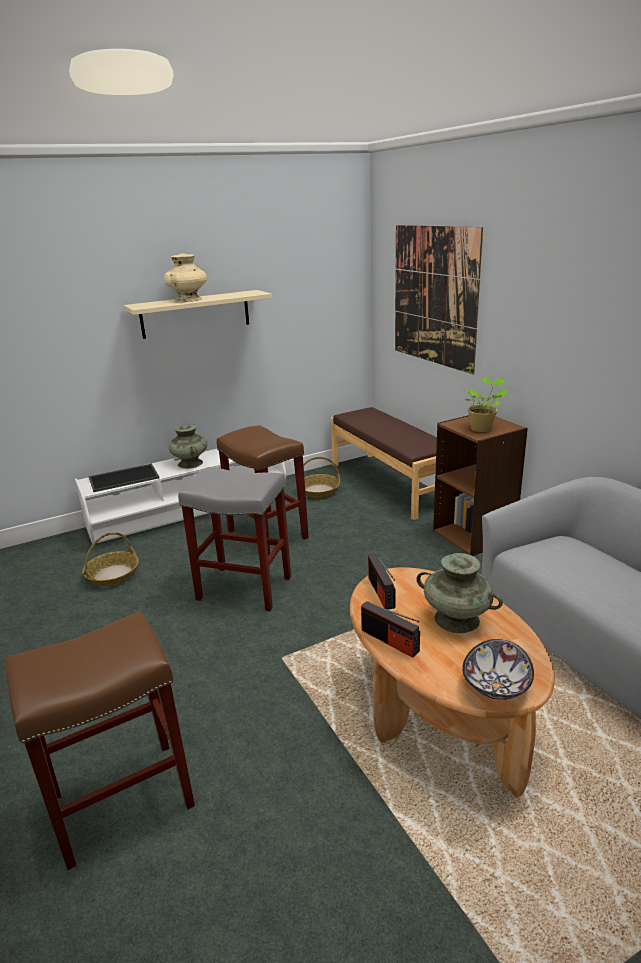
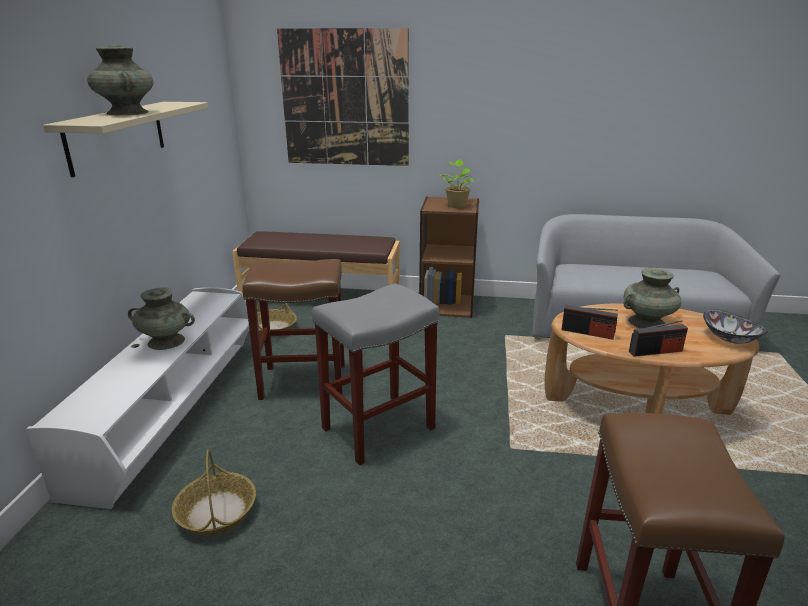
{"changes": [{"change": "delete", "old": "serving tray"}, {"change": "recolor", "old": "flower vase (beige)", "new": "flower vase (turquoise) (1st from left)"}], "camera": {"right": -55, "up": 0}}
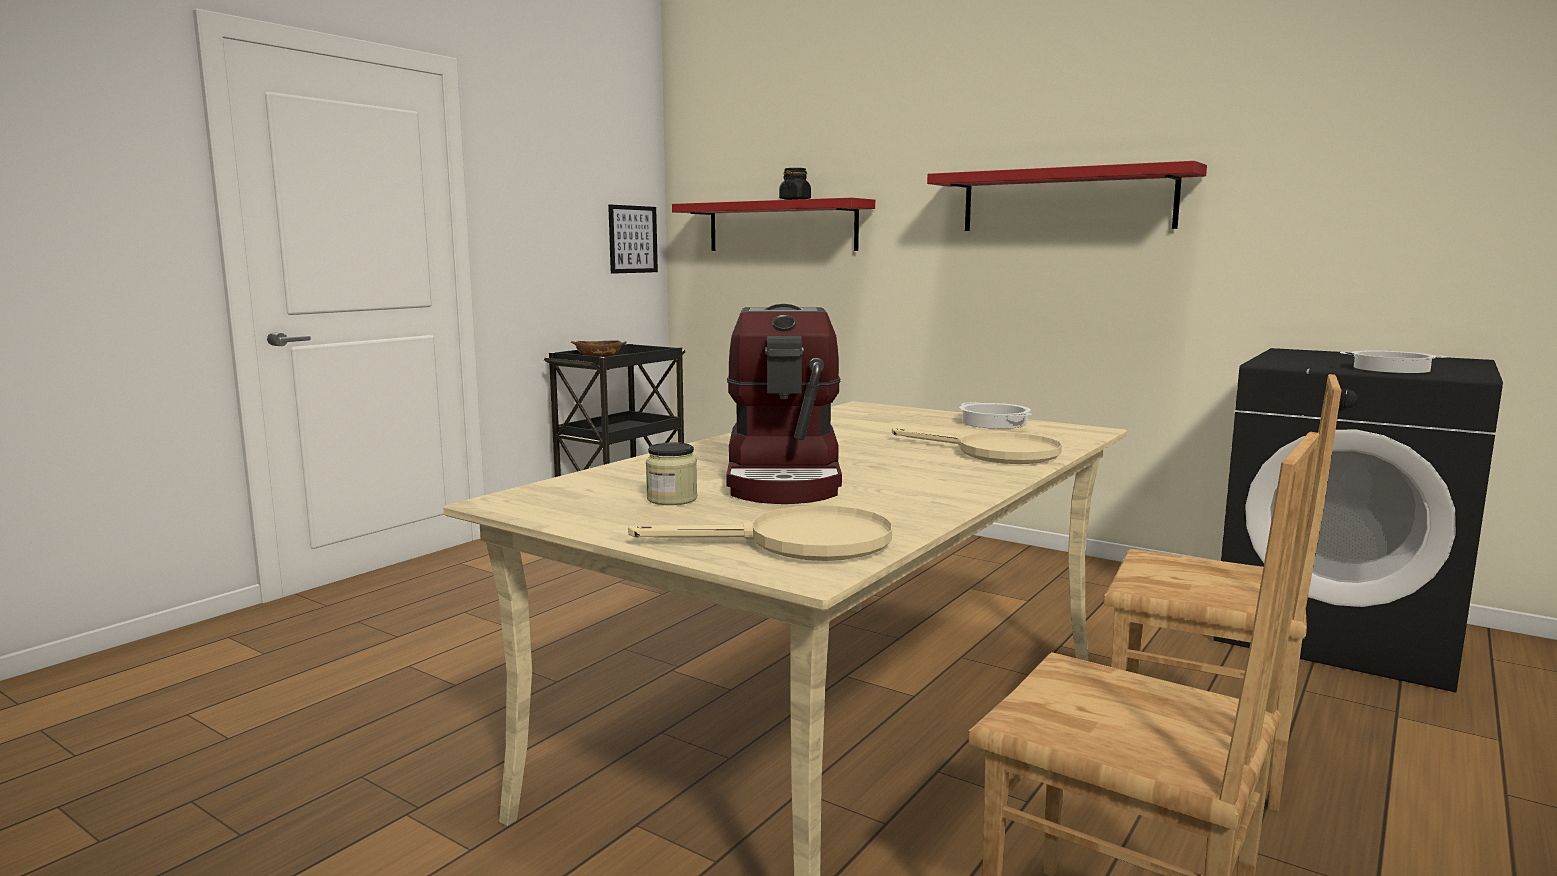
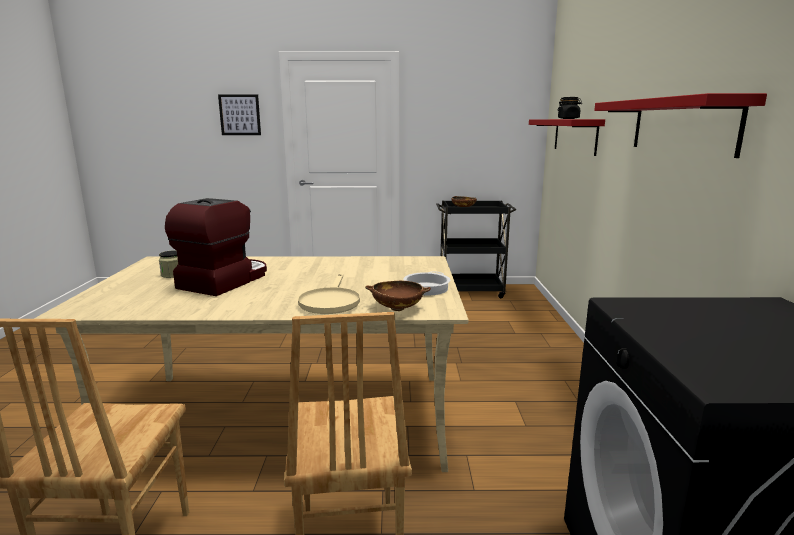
{"changes": [{"change": "move", "old": "wall picture"}, {"change": "delete", "old": "skillet (beige) (1st from left)"}, {"change": "rotate", "old": "coffee machine", "degrees": 150}, {"change": "delete", "old": "cooking pot (2nd from left)"}, {"change": "insert", "new": "deep dish (brown) (1st from left)"}], "camera": {"right": 55, "up": 5}}
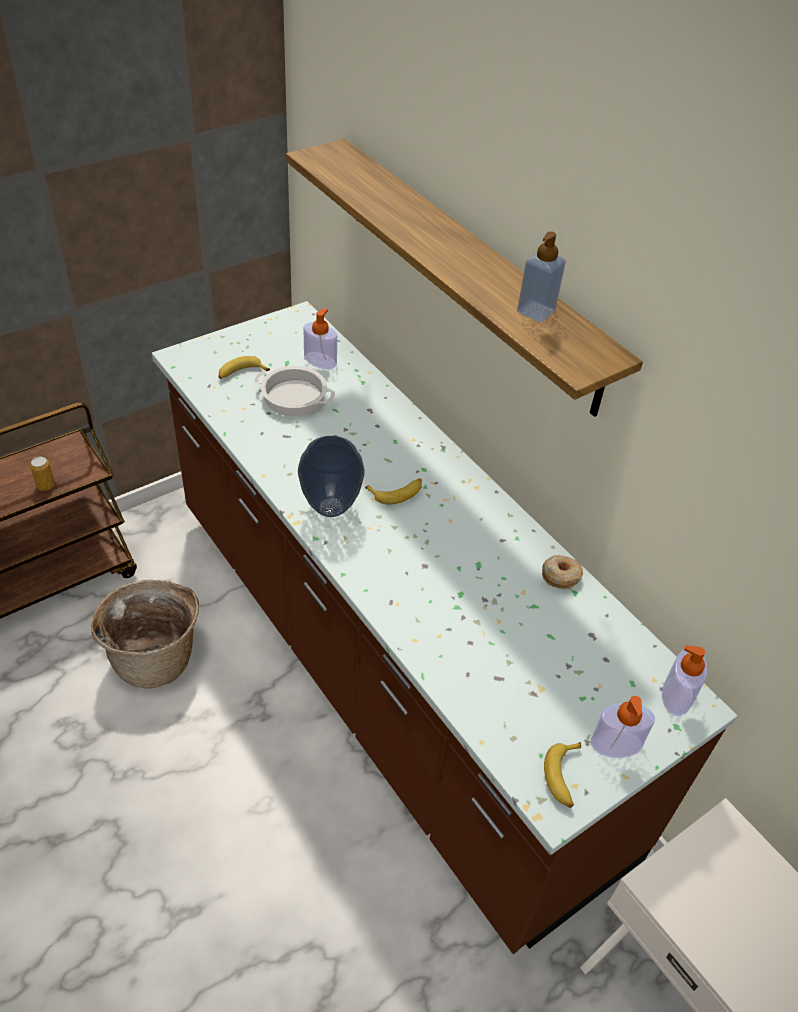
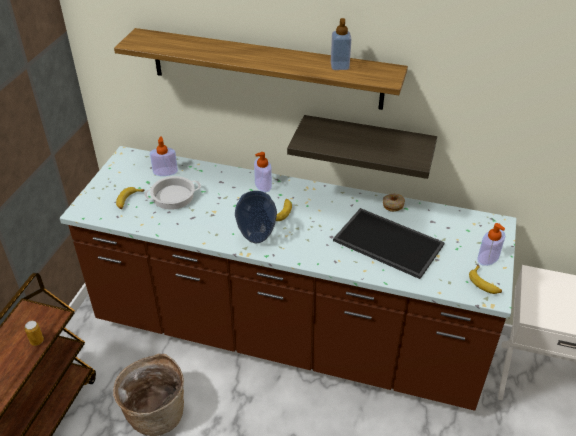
{"changes": [{"change": "move", "old": "soap dispenser (4th from left in the first image)", "new": "soap dispenser (2nd from left)"}, {"change": "insert", "new": "shelf (2nd from left)"}, {"change": "insert", "new": "serving tray"}], "camera": {"right": -35, "up": -5}}
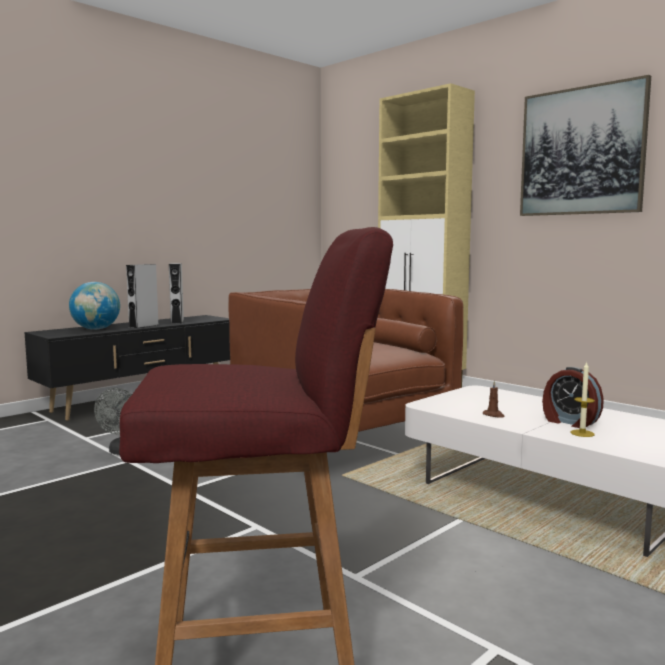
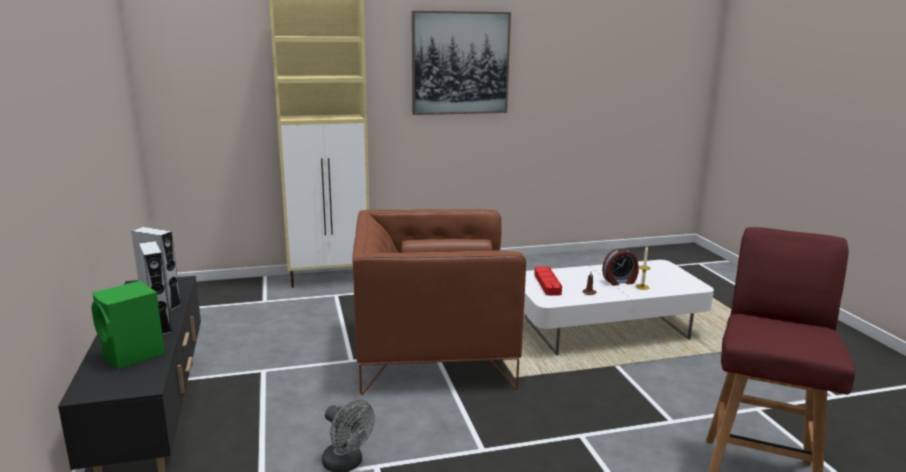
{"changes": [{"change": "replace", "old": "globe", "new": "loudspeaker (green-coloured)"}, {"change": "insert", "new": "serving tray (reddish)"}], "camera": {"right": -60, "up": 10}}
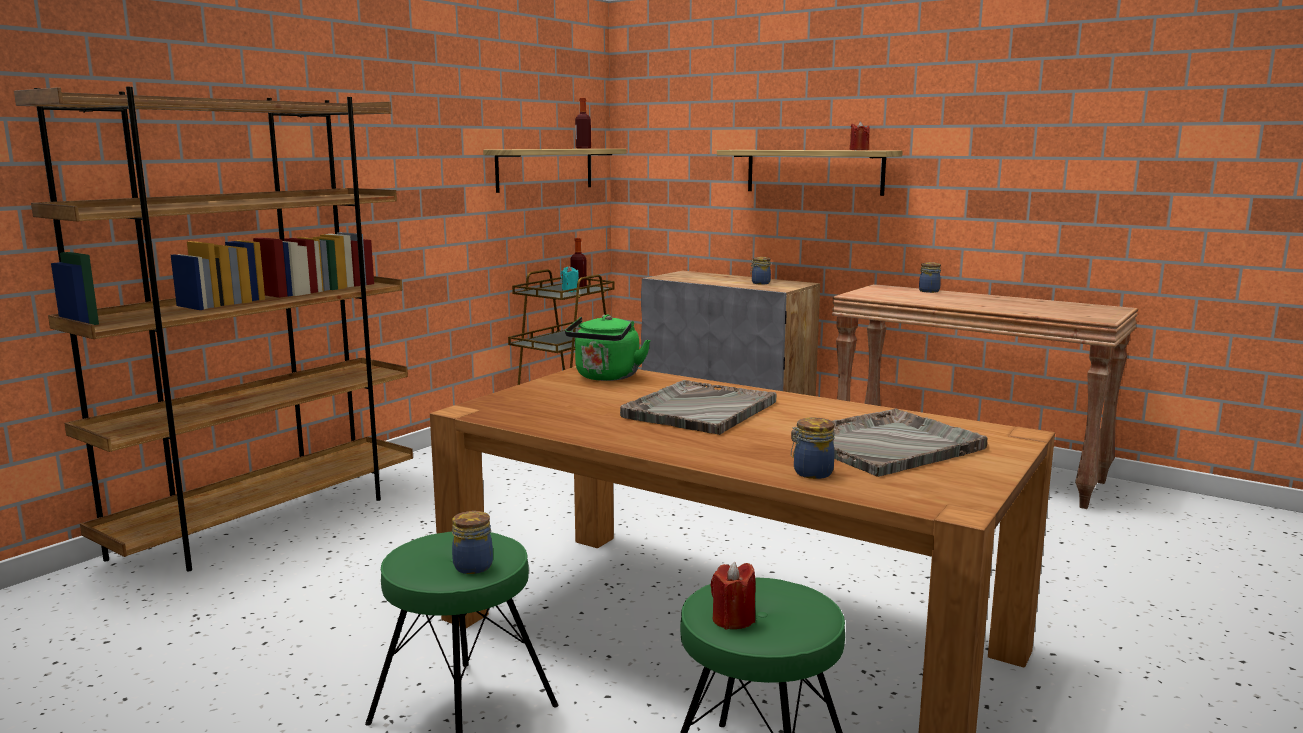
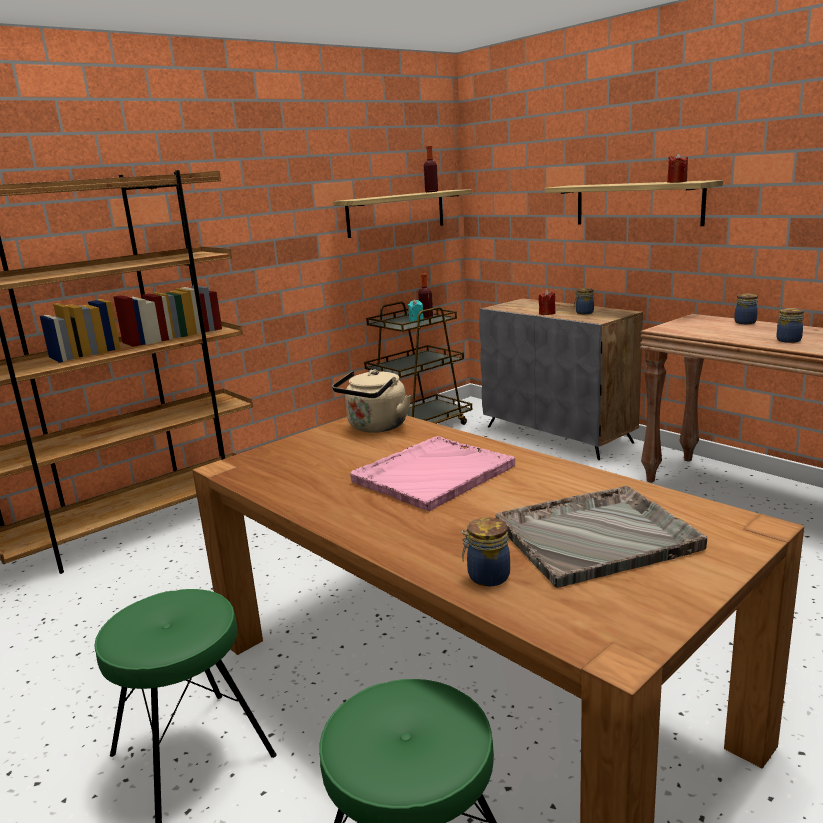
{"changes": [{"change": "move", "old": "storage jar (1st from left in the first image)", "new": "storage jar (4th from left)"}, {"change": "recolor", "old": "kettle (green-coloured)", "new": "kettle (beige)"}, {"change": "recolor", "old": "serving tray (greyish) (1st from left)", "new": "serving tray (pink)"}, {"change": "move", "old": "wax light (reddish) (1st from left)"}], "camera": {"right": 15, "up": 5}}
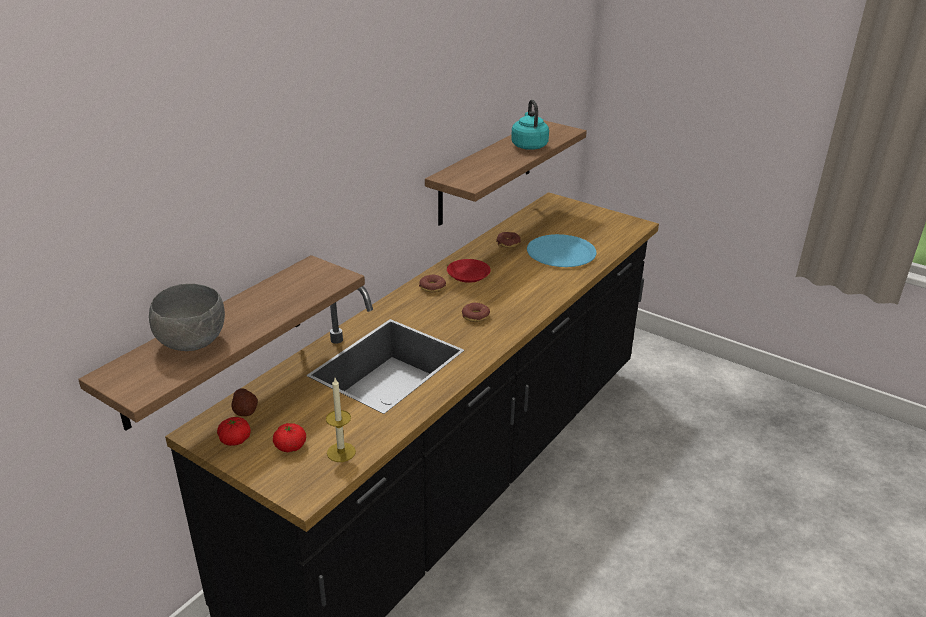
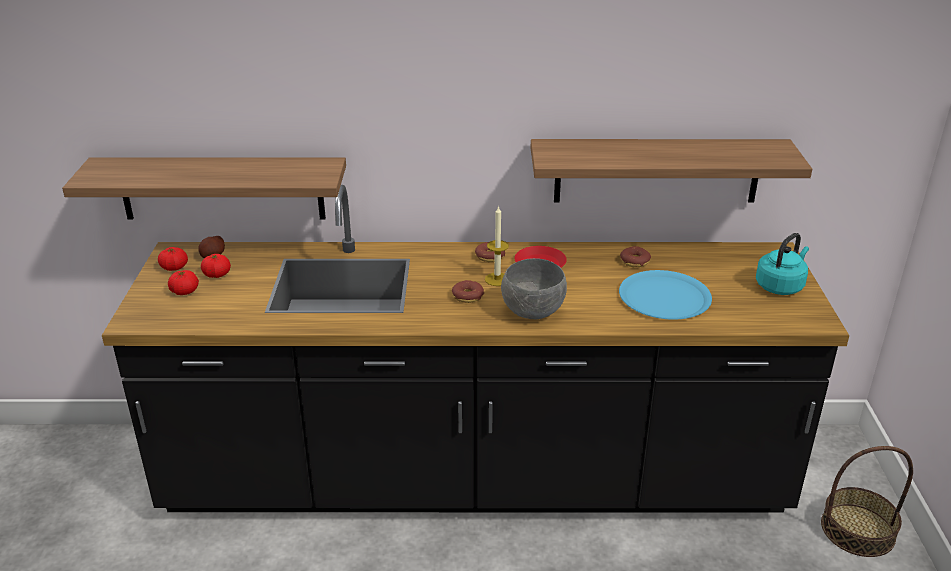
{"changes": [{"change": "move", "old": "deep dish (greyish)"}, {"change": "move", "old": "wax light"}, {"change": "move", "old": "kettle (turquoise)"}, {"change": "insert", "new": "whole tomato (3rd from left)"}, {"change": "insert", "new": "storage basket"}], "camera": {"right": 55, "up": 0}}
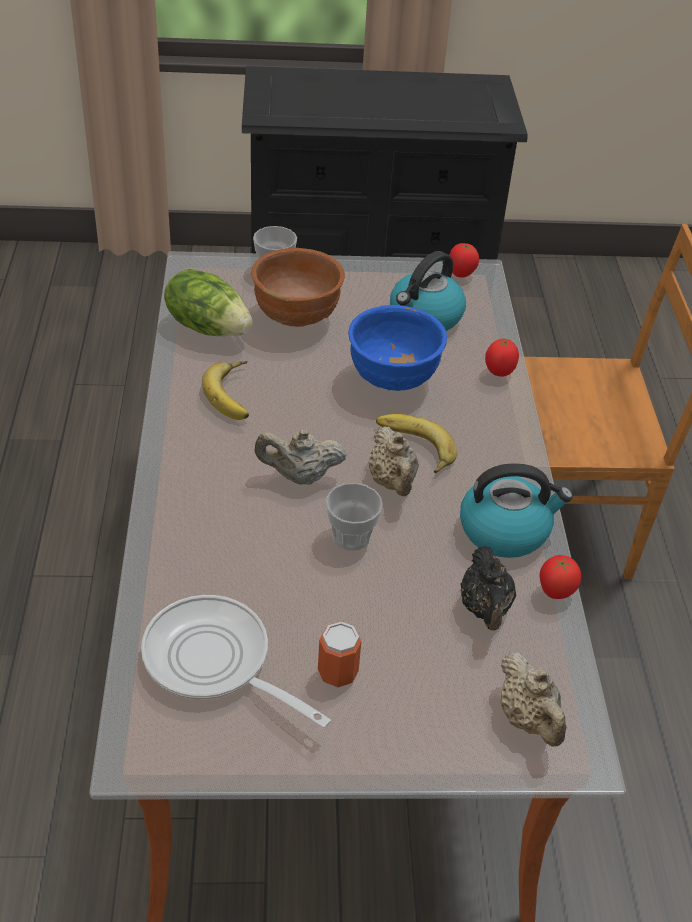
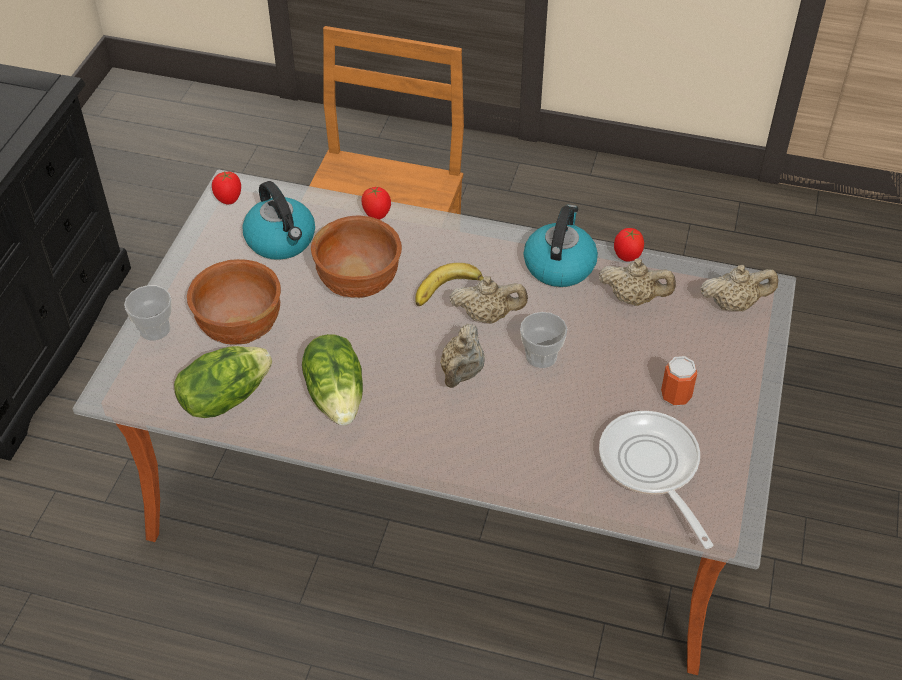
{"changes": [{"change": "rotate", "old": "skillet", "degrees": 105}, {"change": "replace", "old": "banana fruit (1st from left)", "new": "lettuce head (2nd from left)"}, {"change": "recolor", "old": "deep dish (bluish)", "new": "deep dish (brown) (2nd from left)"}, {"change": "recolor", "old": "tea pot (black-coloured)", "new": "tea pot (beige) (3rd from left)"}], "camera": {"right": -70, "up": 5}}
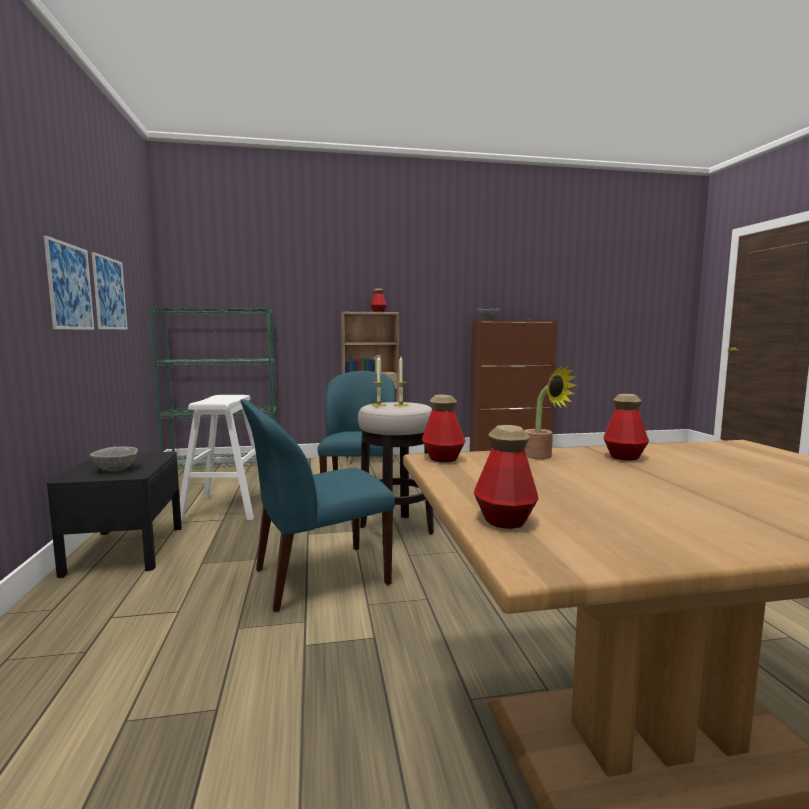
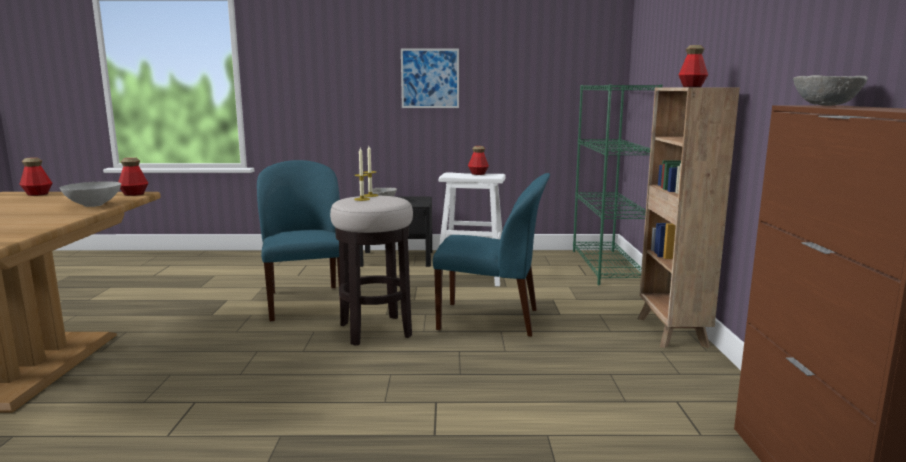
{"changes": [{"change": "delete", "old": "wall picture (2nd from left)"}, {"change": "replace", "old": "plant in a pot", "new": "deep dish (greyish) (1st from left)"}, {"change": "move", "old": "bottle (4th from left in the first image)", "new": "bottle (3rd from left)"}], "camera": {"right": 100, "up": 5}}
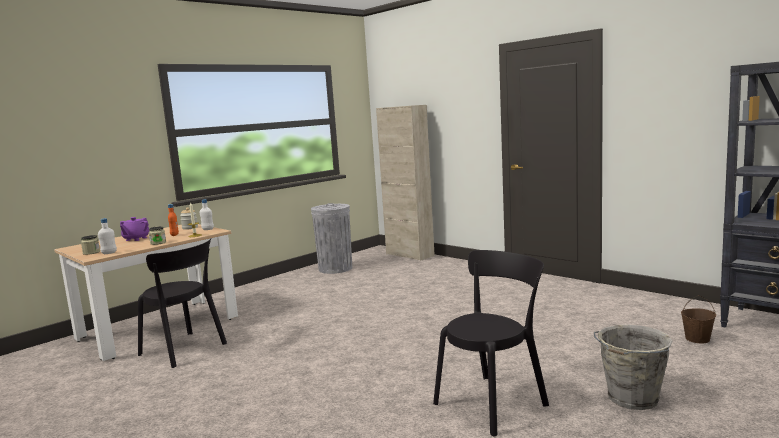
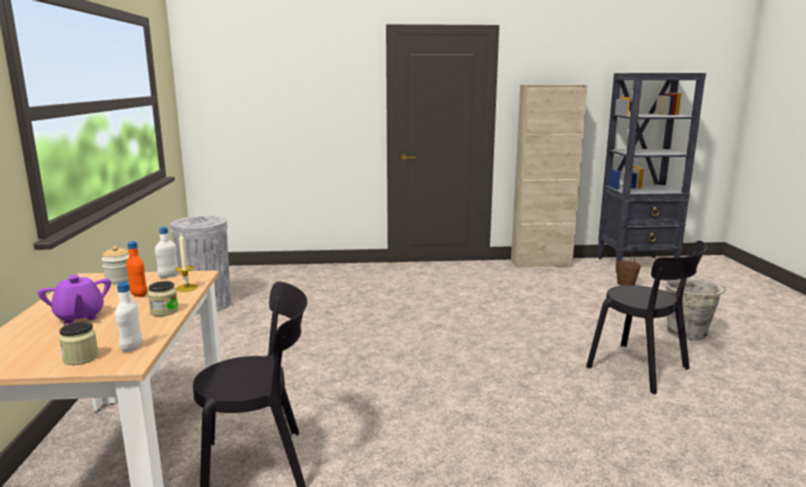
{"changes": [{"change": "move", "old": "storage cabinet (beige)"}, {"change": "rotate", "old": "plain chair (black-coloured) (2nd from left)", "degrees": 135}], "camera": {"right": -50, "up": 5}}
